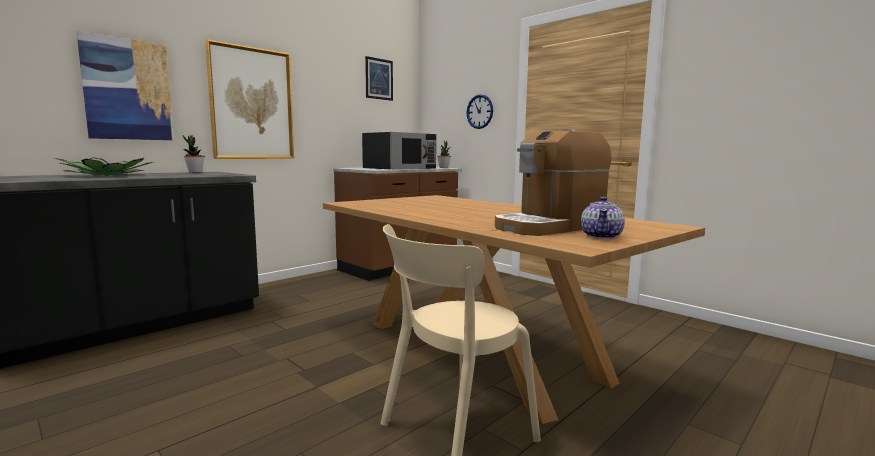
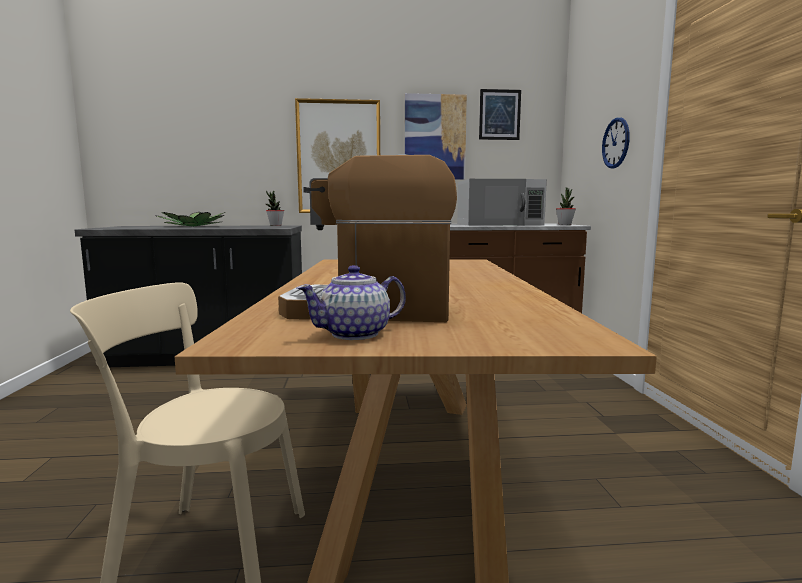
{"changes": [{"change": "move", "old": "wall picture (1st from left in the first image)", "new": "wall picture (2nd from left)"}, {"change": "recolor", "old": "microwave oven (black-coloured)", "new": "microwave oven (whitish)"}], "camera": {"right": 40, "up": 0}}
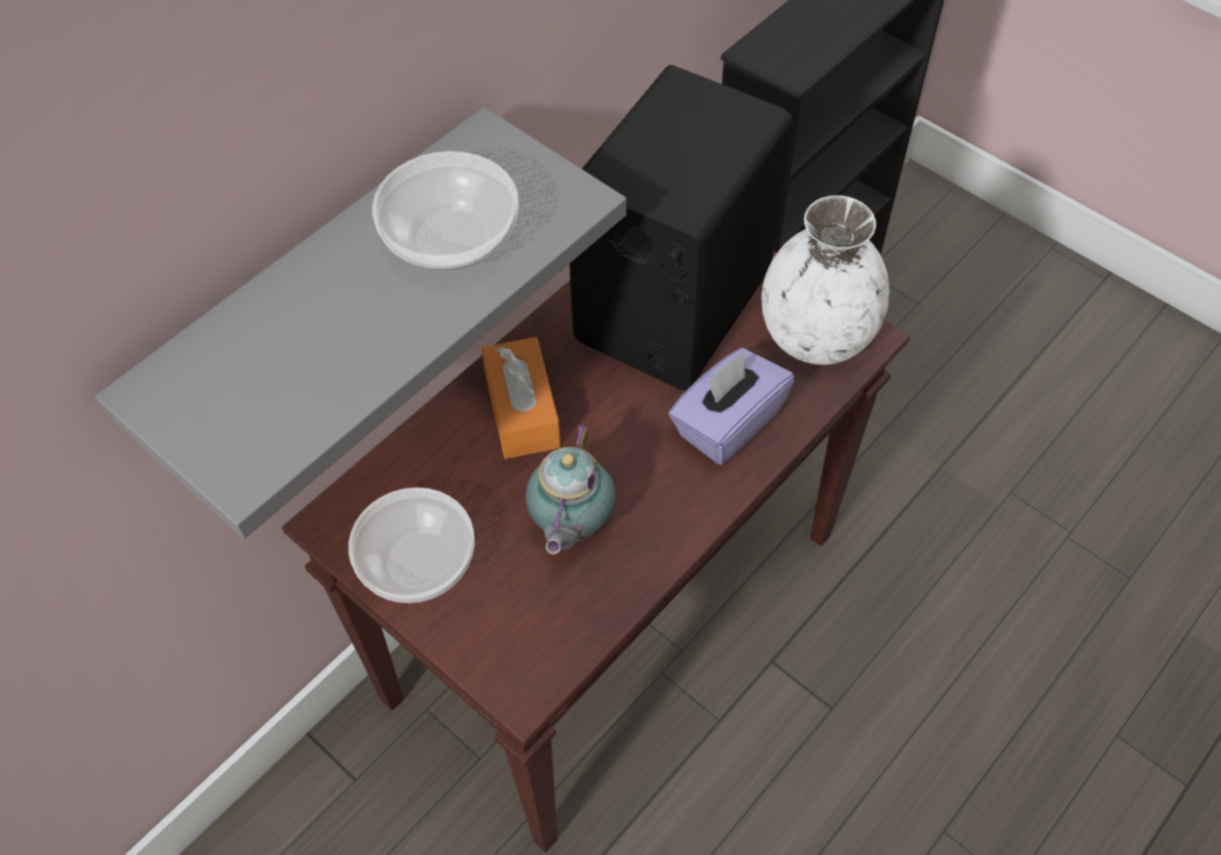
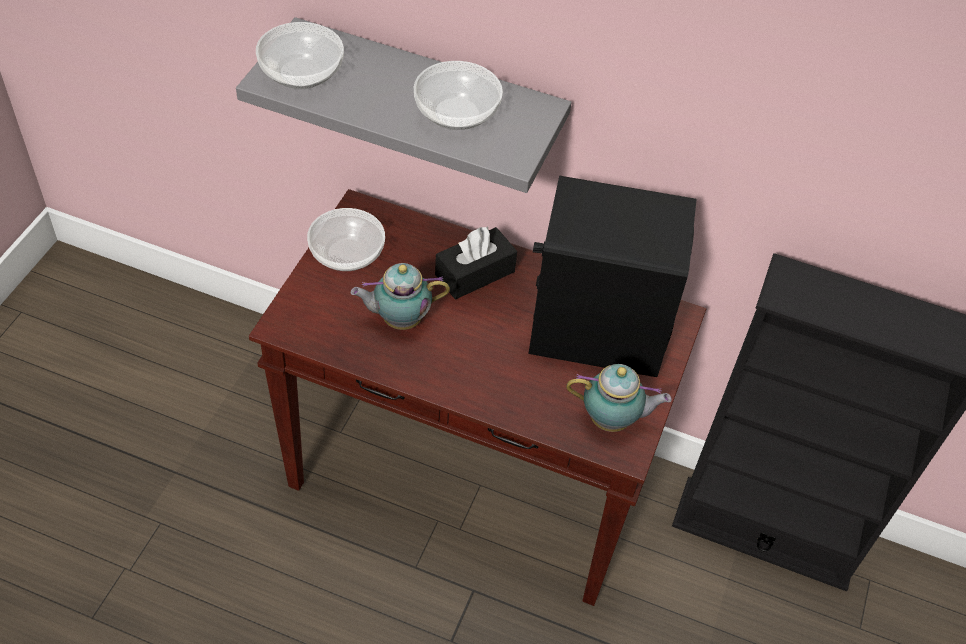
{"changes": [{"change": "recolor", "old": "tissue holder (orange)", "new": "tissue holder (black-coloured)"}, {"change": "delete", "old": "tissue holder (purple)"}, {"change": "replace", "old": "flower vase (whitish)", "new": "tea pot (2nd from left)"}, {"change": "insert", "new": "deep dish (1st from left)"}], "camera": {"right": 65, "up": -5}}
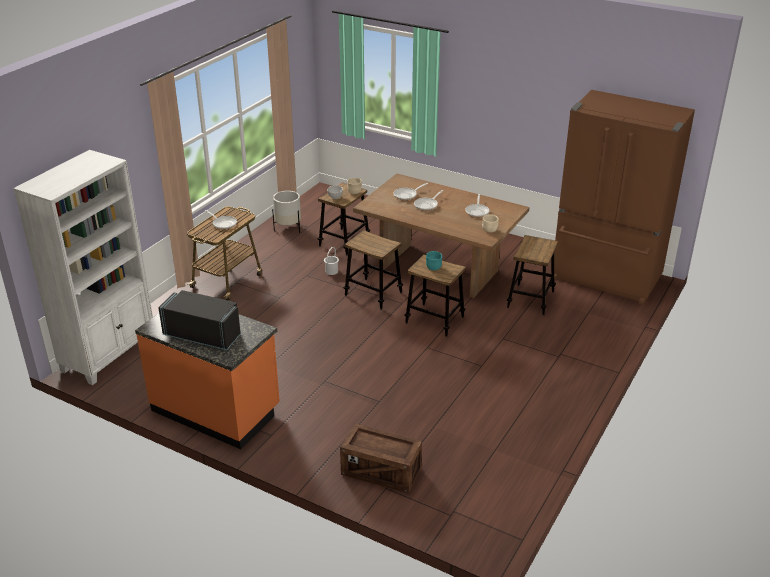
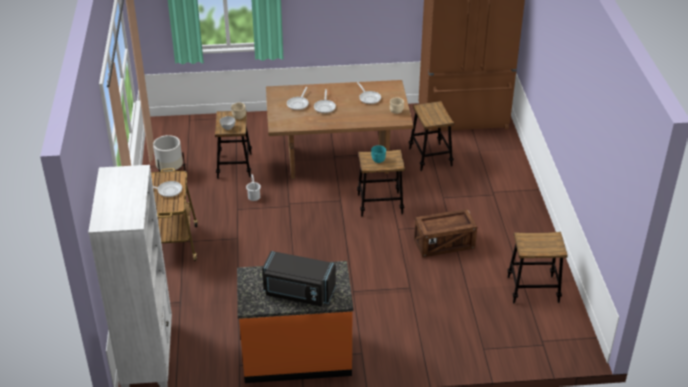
{"changes": [{"change": "rotate", "old": "microwave oven (black-coloured)", "degrees": -150}, {"change": "move", "old": "packing crate"}, {"change": "move", "old": "sitting stool (2nd from left in the first image)", "new": "sitting stool (4th from left)"}], "camera": {"right": -35, "up": 5}}
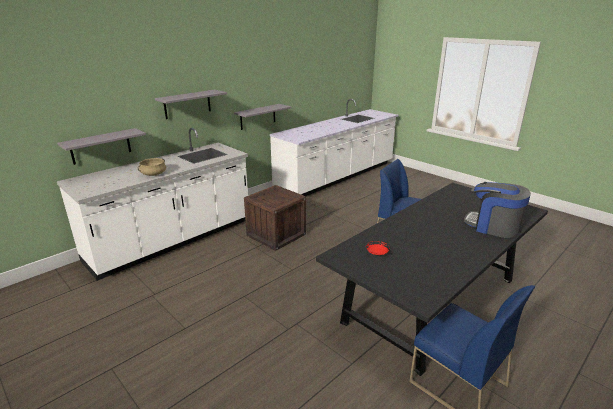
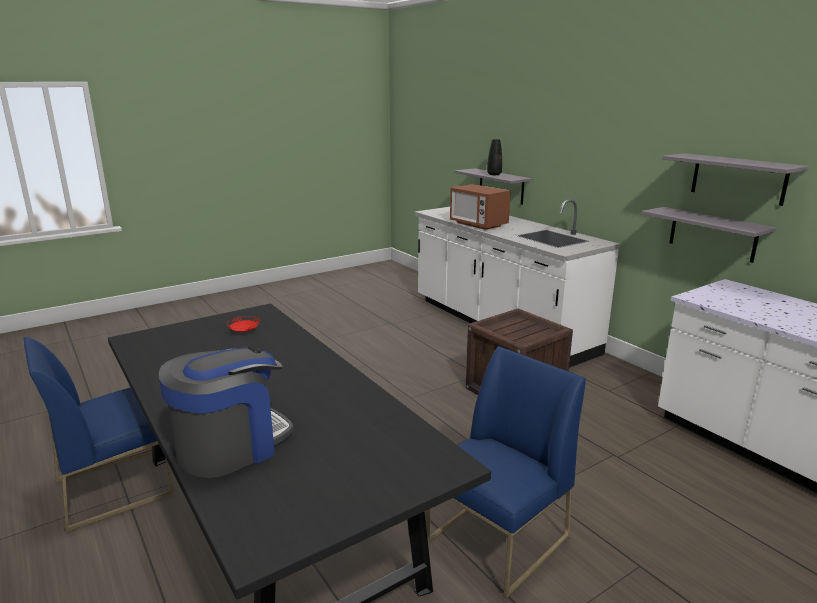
{"changes": [{"change": "replace", "old": "cooking pot (beige)", "new": "microwave oven"}, {"change": "move", "old": "shelf (greyish) (2nd from left in the first image)", "new": "shelf (greyish) (3rd from left)"}, {"change": "insert", "new": "flower vase (black-coloured)"}], "camera": {"right": 100, "up": -5}}
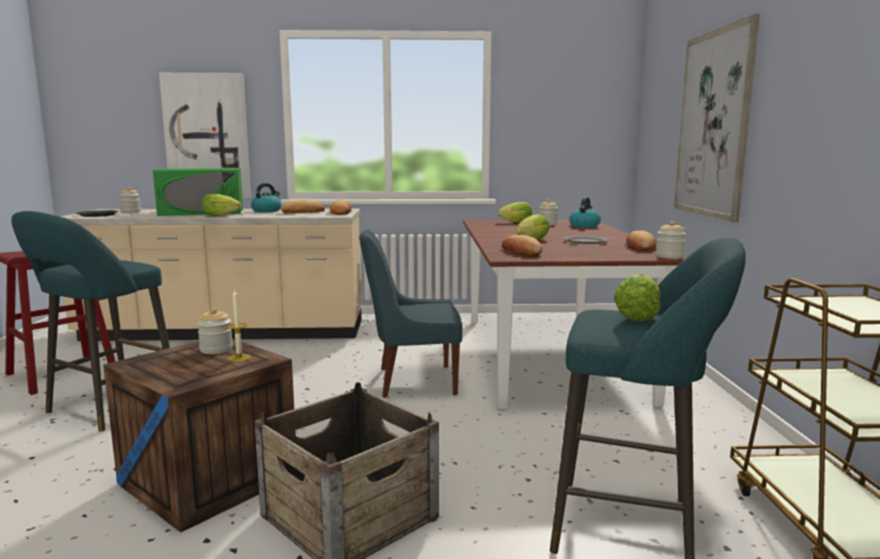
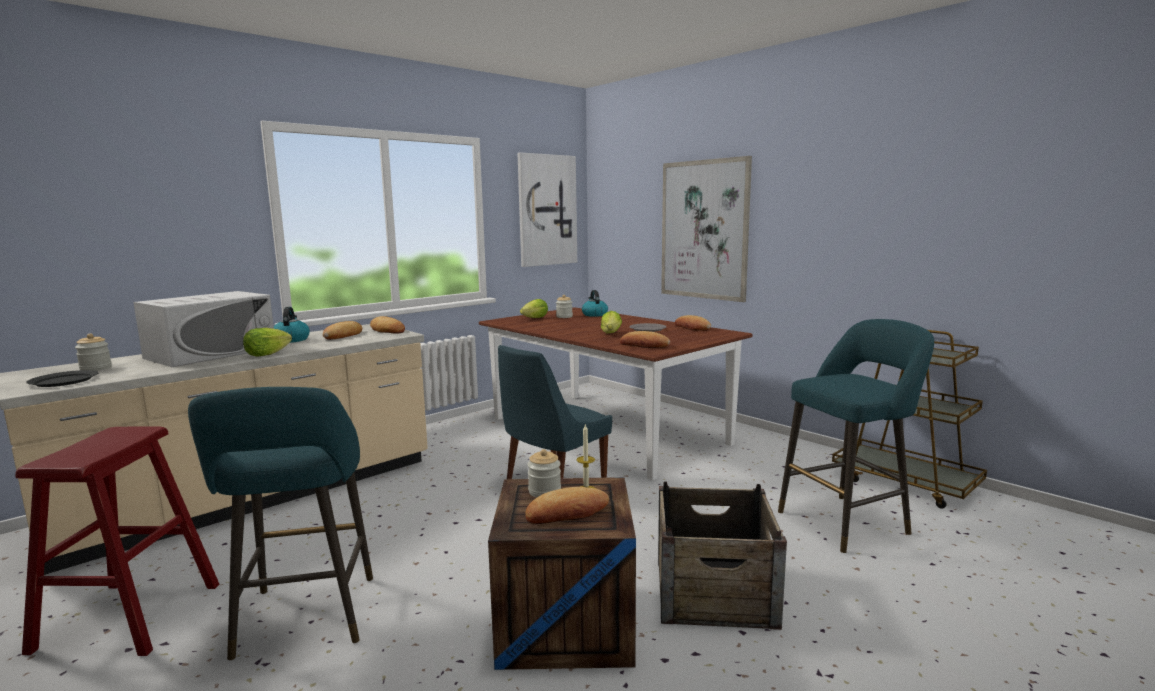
{"changes": [{"change": "recolor", "old": "microwave oven (green-coloured)", "new": "microwave oven (whitish)"}, {"change": "move", "old": "wall picture (1st from left)"}, {"change": "delete", "old": "lettuce head (4th from left)"}, {"change": "delete", "old": "storage jar (4th from left)"}, {"change": "insert", "new": "baked bread (3rd from left)"}], "camera": {"right": -40, "up": 0}}
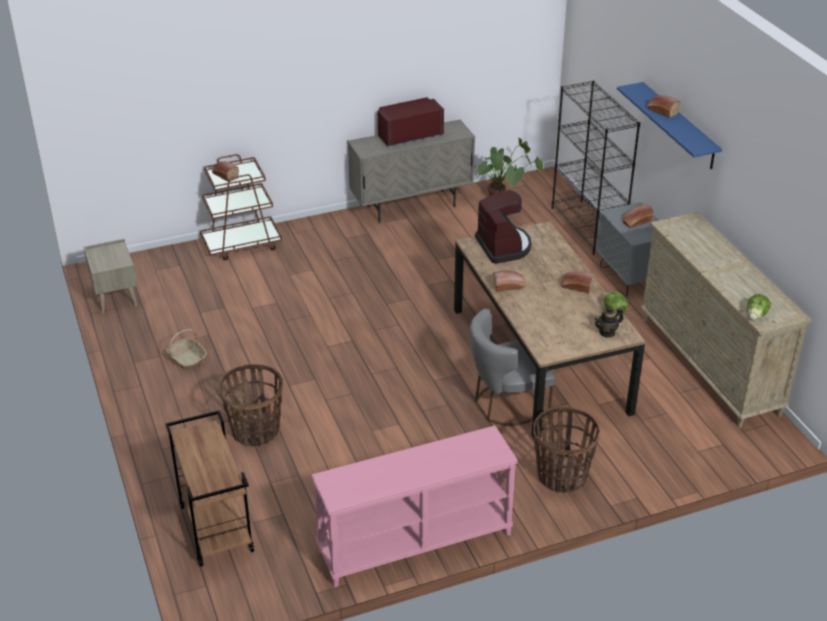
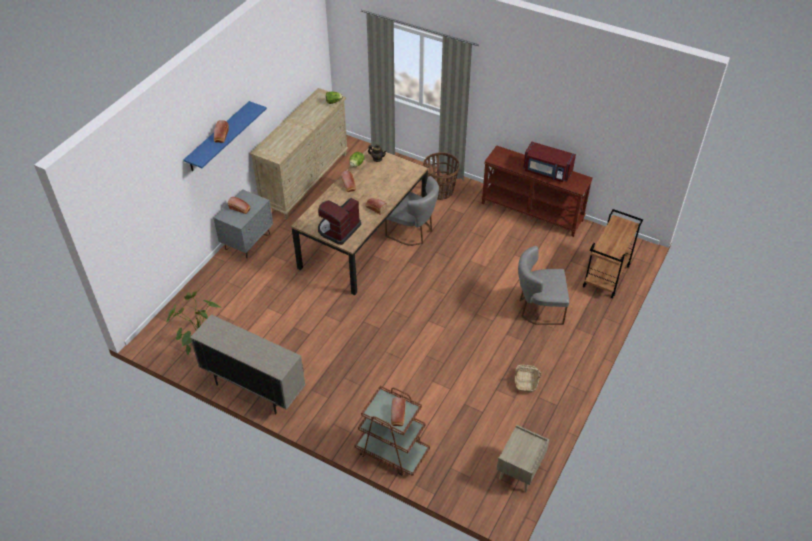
{"changes": [{"change": "replace", "old": "storage basket (2nd from left)", "new": "plain chair (greyish) (2nd from left)"}, {"change": "recolor", "old": "narrow table (pink)", "new": "narrow table (brown)"}, {"change": "move", "old": "microwave oven (reddish)"}, {"change": "delete", "old": "bookshelf (black-coloured)"}], "camera": {"right": -130, "up": 10}}
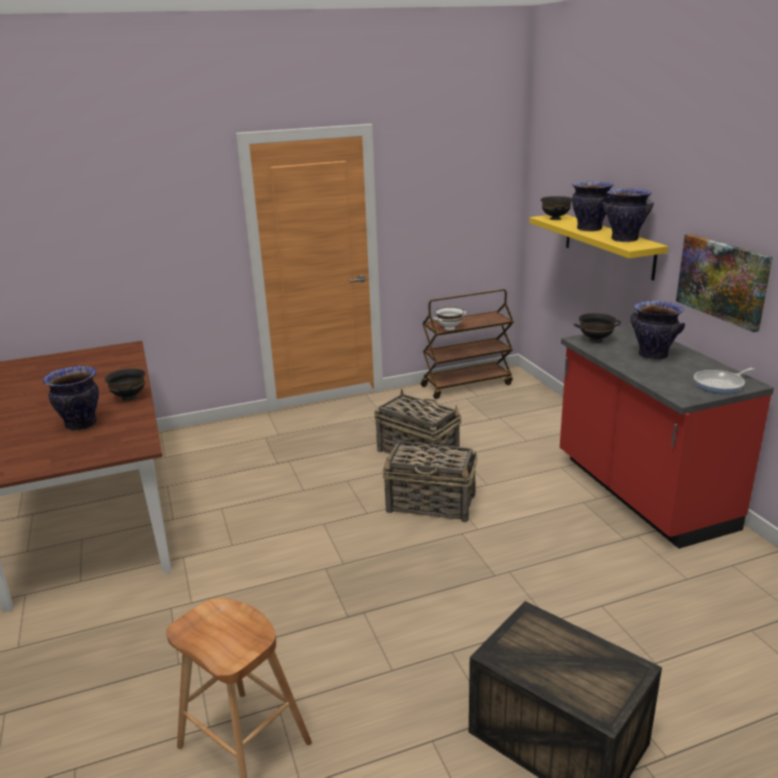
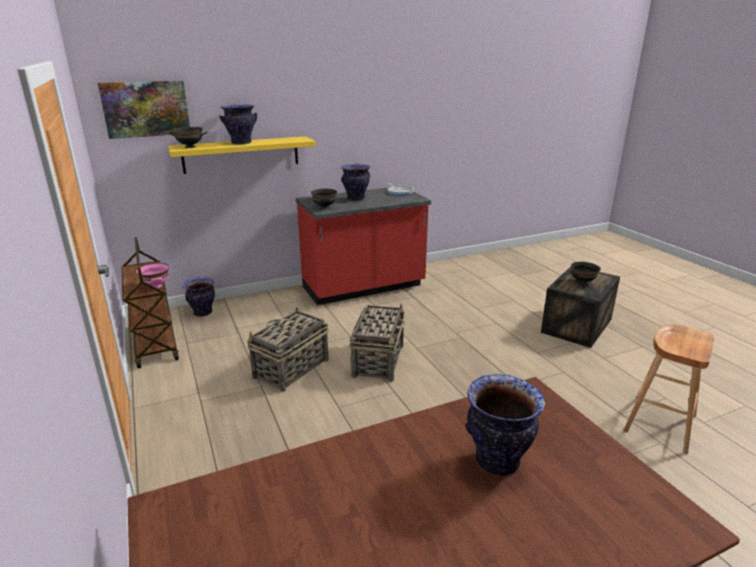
{"changes": [{"change": "move", "old": "deep dish (black-coloured) (1st from left in the first image)", "new": "deep dish (black-coloured) (3rd from left)"}, {"change": "recolor", "old": "deep dish (whitish)", "new": "deep dish (pink)"}, {"change": "move", "old": "flower vase (3rd from left in the first image)", "new": "flower vase (1st from left)"}, {"change": "move", "old": "wall picture"}], "camera": {"right": -95, "up": 0}}
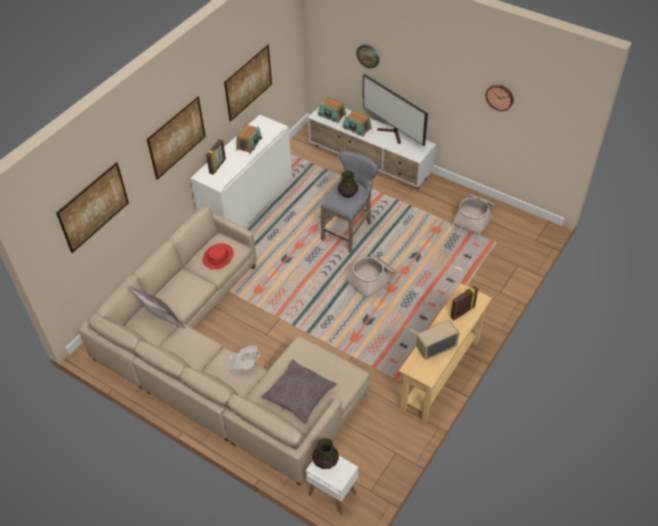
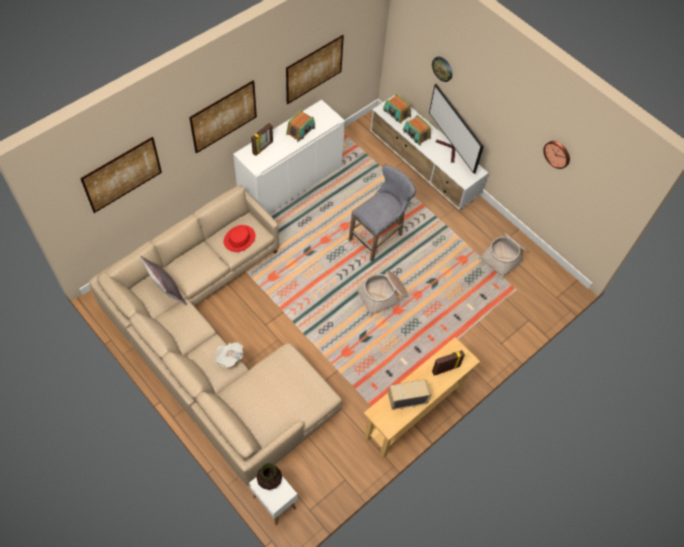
{"changes": [{"change": "delete", "old": "cushion (greyish) (2nd from left)"}, {"change": "delete", "old": "flower vase (2nd from left)"}], "camera": {"right": 10, "up": 10}}
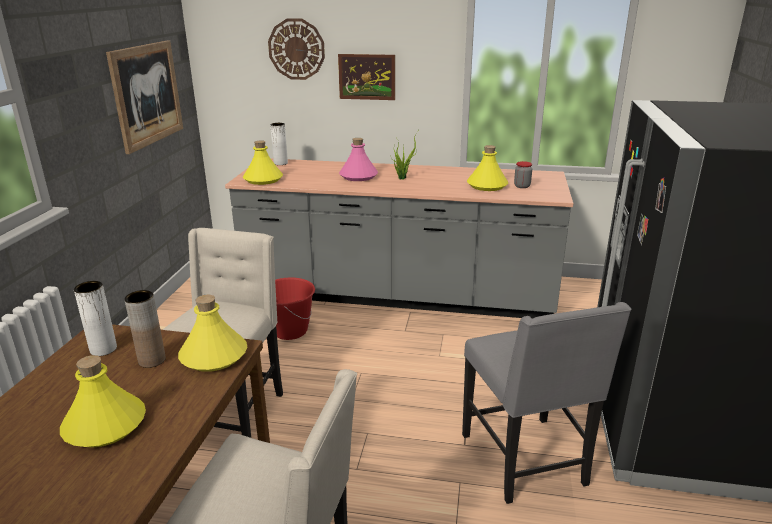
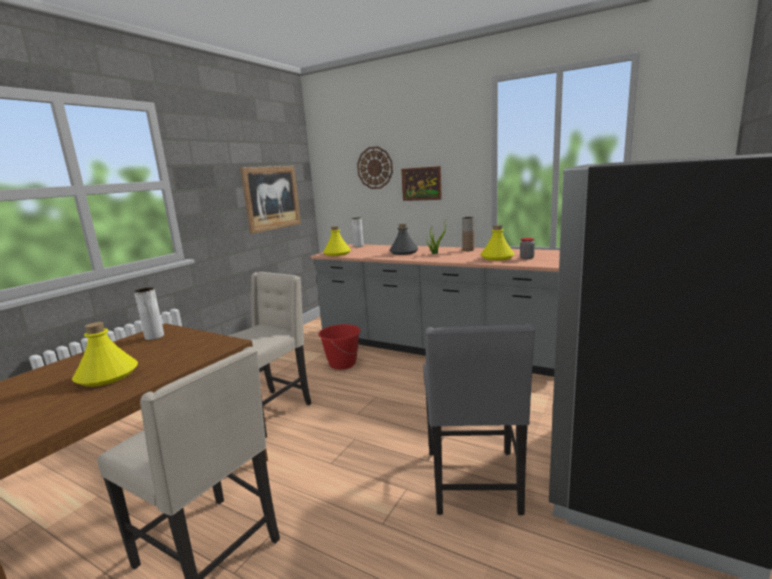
{"changes": [{"change": "move", "old": "flower vase (brown)"}, {"change": "delete", "old": "bottle (yellow) (2nd from left)"}, {"change": "recolor", "old": "bottle (pink)", "new": "bottle (greyish)"}], "camera": {"right": 20, "up": -10}}
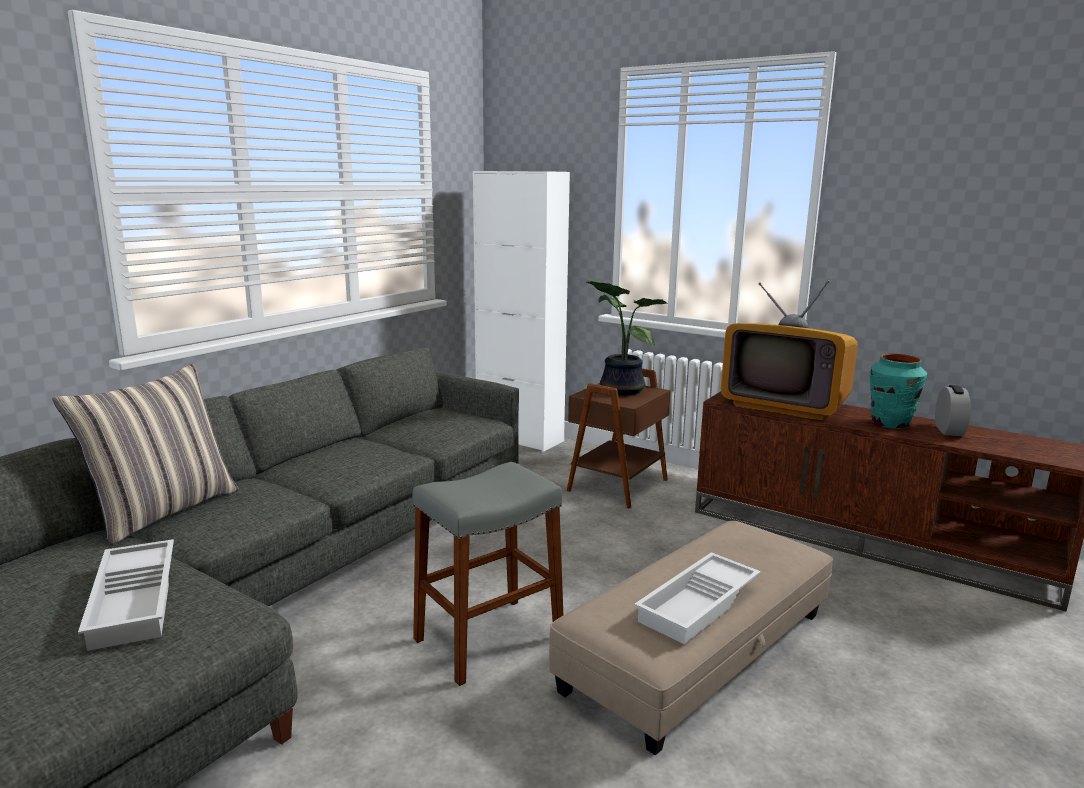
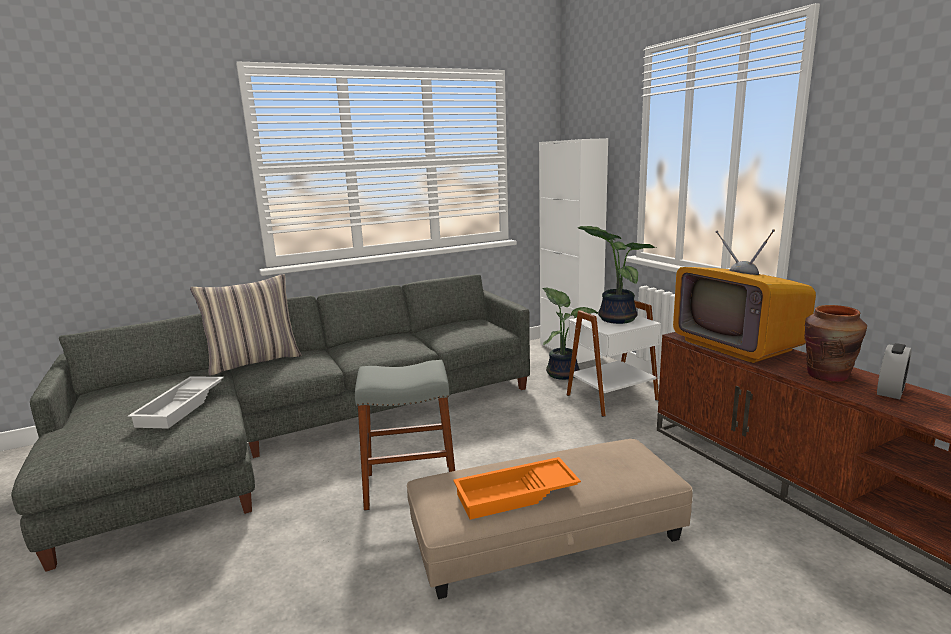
{"changes": [{"change": "recolor", "old": "end table (brown)", "new": "end table (whitish)"}, {"change": "recolor", "old": "serving tray (whitish) (2nd from left)", "new": "serving tray (orange)"}, {"change": "recolor", "old": "flower vase (turquoise)", "new": "flower vase (brown)"}, {"change": "insert", "new": "plant in a pot (1st from left)"}], "camera": {"right": 30, "up": 0}}
